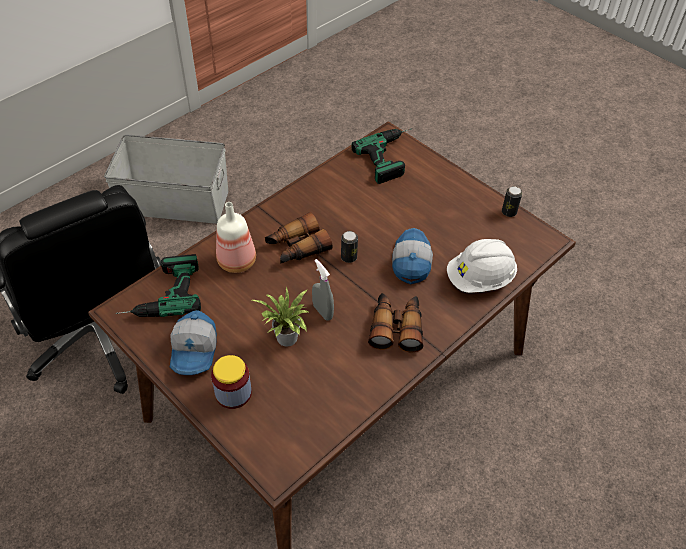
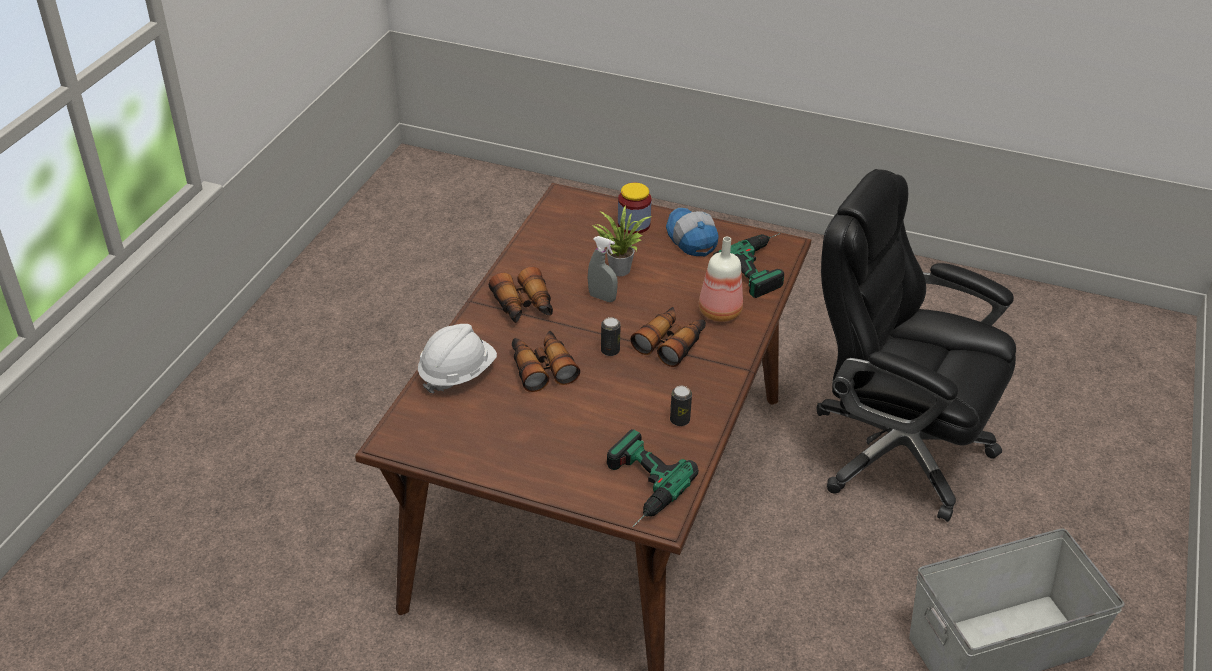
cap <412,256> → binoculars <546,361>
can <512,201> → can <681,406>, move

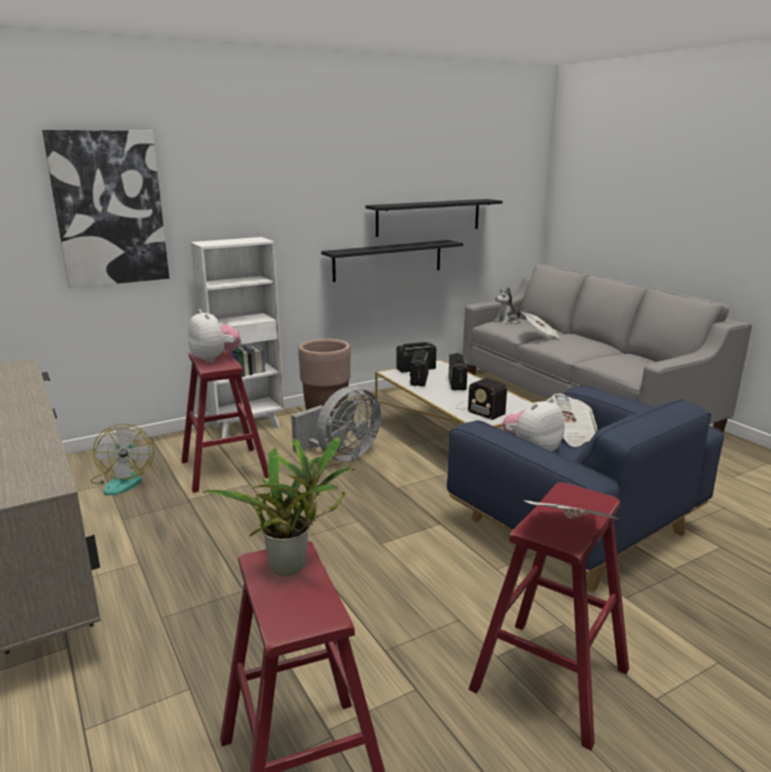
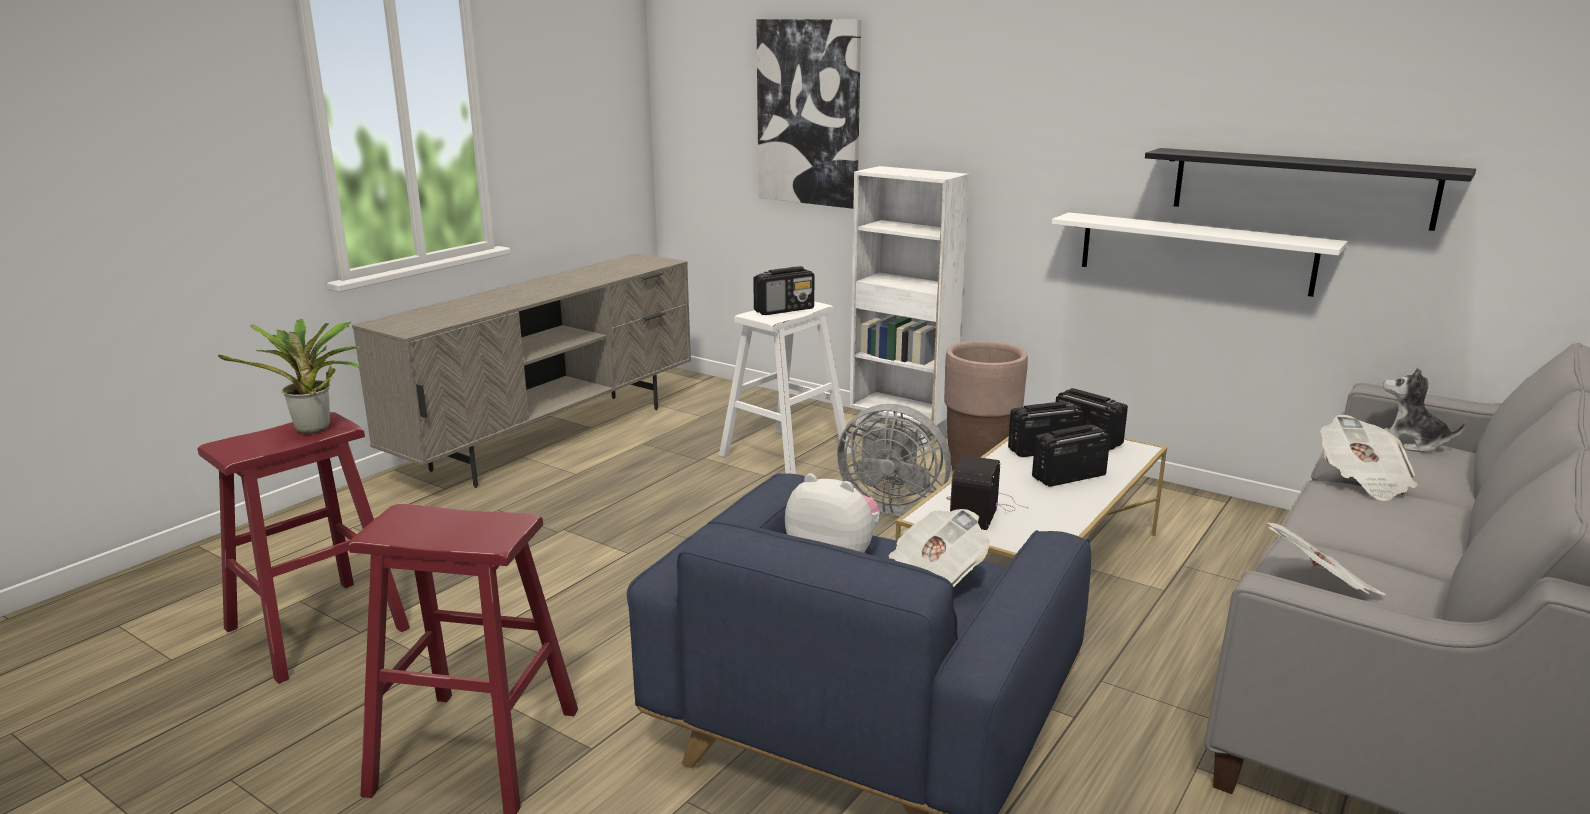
red stool <225,421> → white stool <785,387>
plush toy <214,336> → radio <783,290>
black shelf <392,261> → white shelf <1199,254>
newspaper <572,510> → newspaper <1326,558>, move
fan <122,460> → -

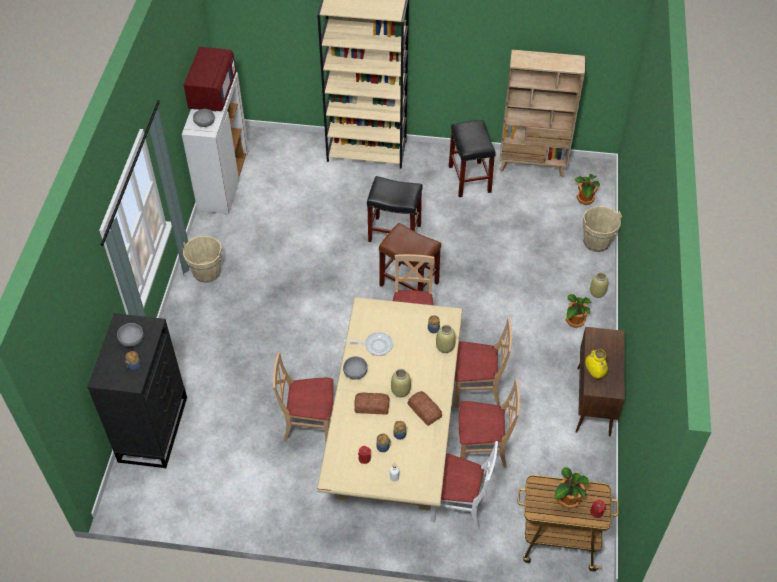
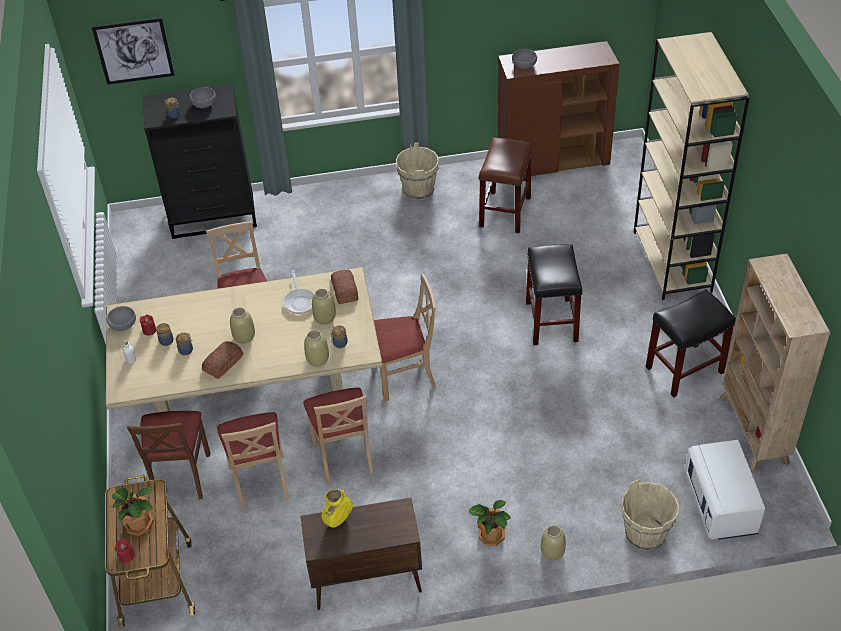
- → picture <133,51>
grey bowl <355,368> → grey bowl <121,318>, move
white chair <464,485> → brown chair <168,456>
- → beige vase <324,306>
bread <371,403> → bread <345,287>, move
brown stool <410,257> → brown stool <506,185>, move
white cabinet <215,143> → brown cabinet <559,109>
potted plant <587,189> → white microwave <725,490>
red microwave <210,79> → -

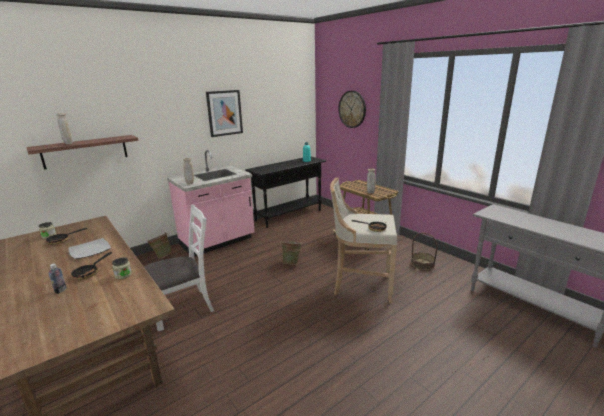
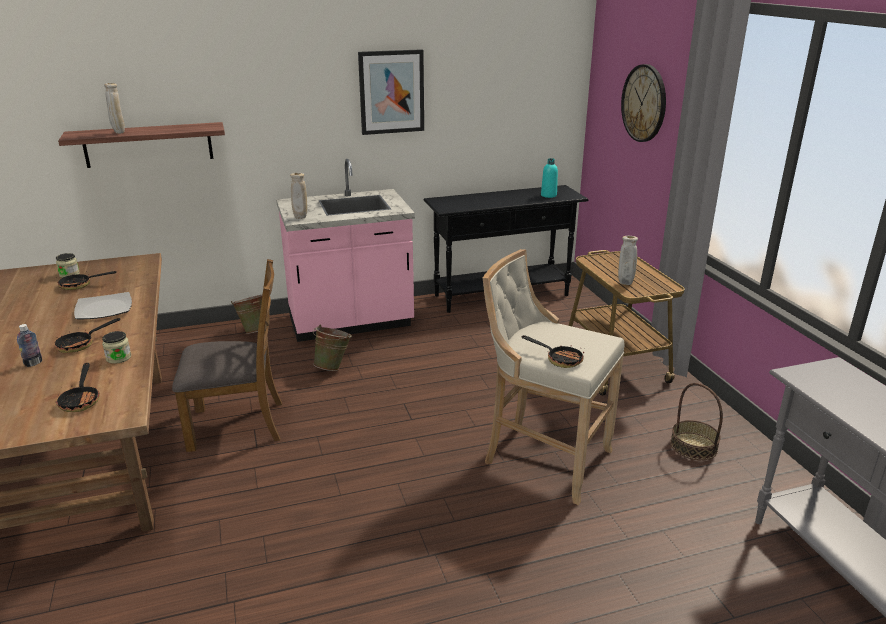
- → frying pan <78,387>
white chair <179,268> → brown chair <227,355>
green bucket <291,252> → green bucket <332,348>, move

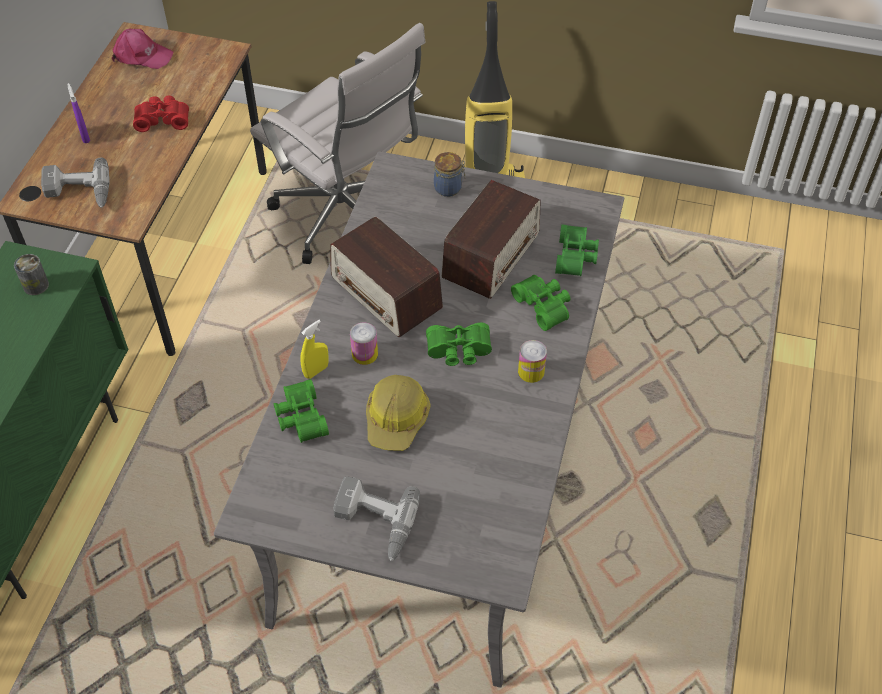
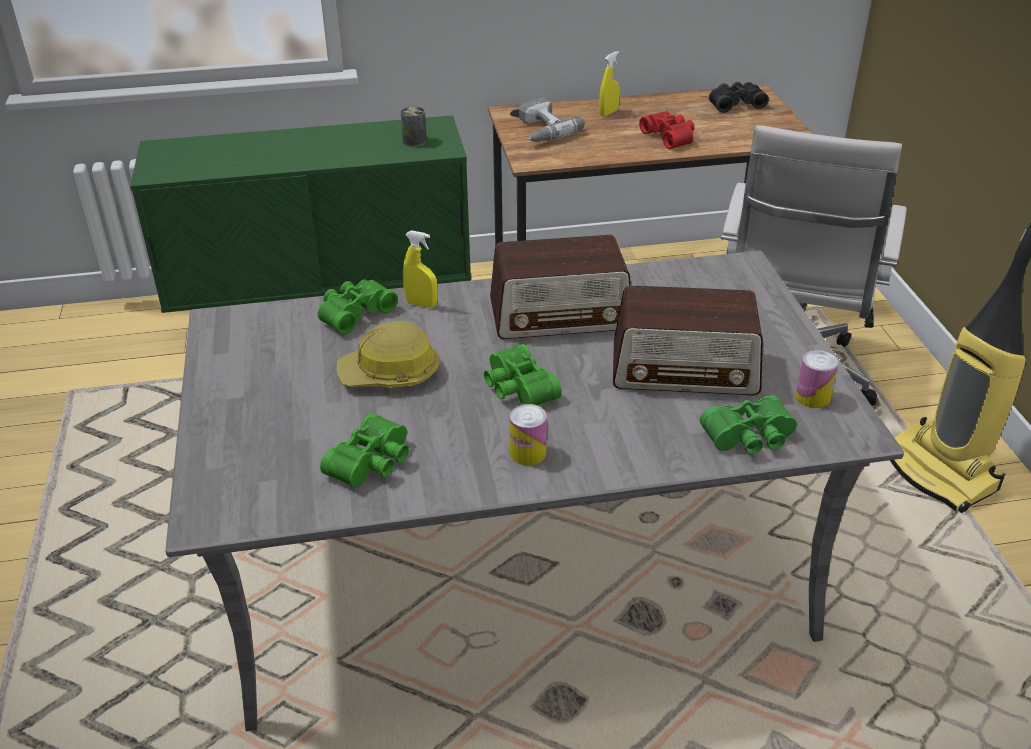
green binoculars <540,303> → green binoculars <364,450>, move
radio <386,277> → radio <560,287>, 120 degrees counterclockwise
purple spray bottle <78,113> → yellow spray bottle <609,83>
pink cap <143,49> → black binoculars <739,97>
can <364,344> → can <817,379>, move
power drill <376,518> → -
jar <449,174> → -

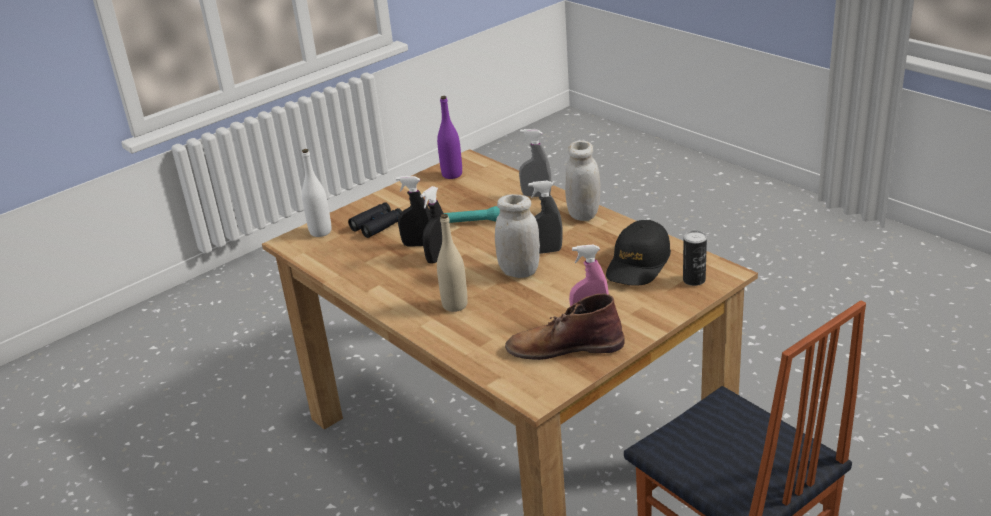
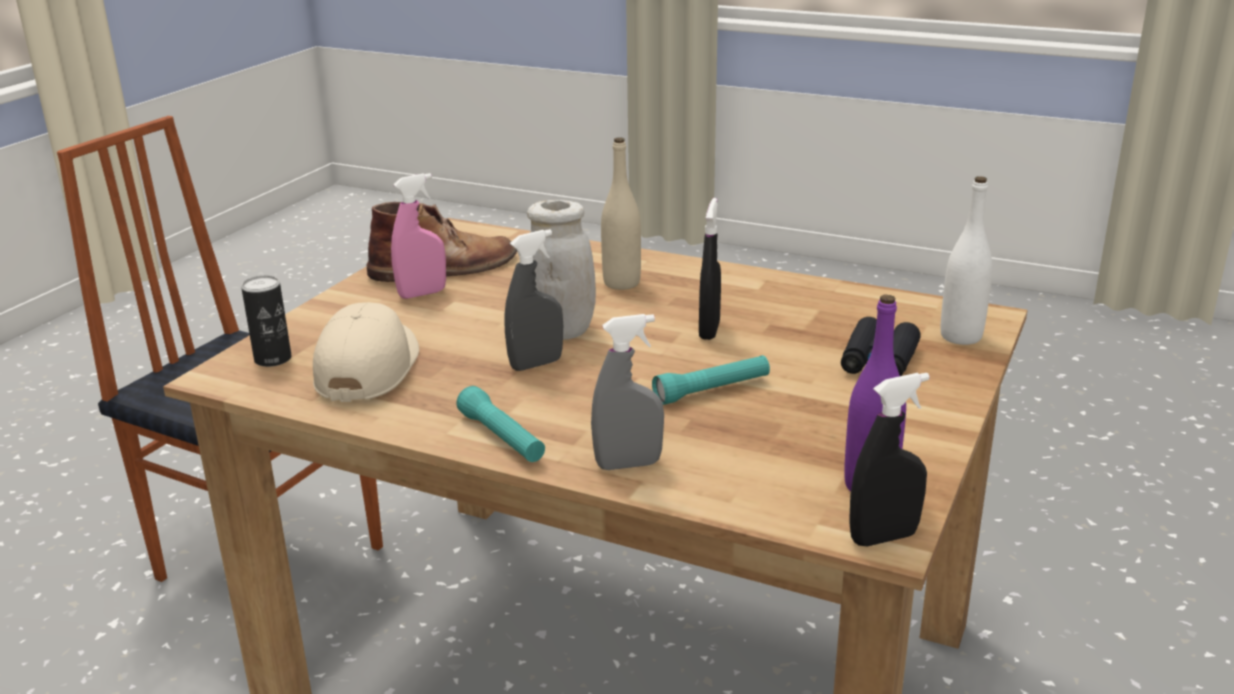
black cap <638,253> → beige cap <366,352>
white jar <582,181> → turquoise flashlight <500,424>
black spray bottle <413,211> → black spray bottle <889,460>, move

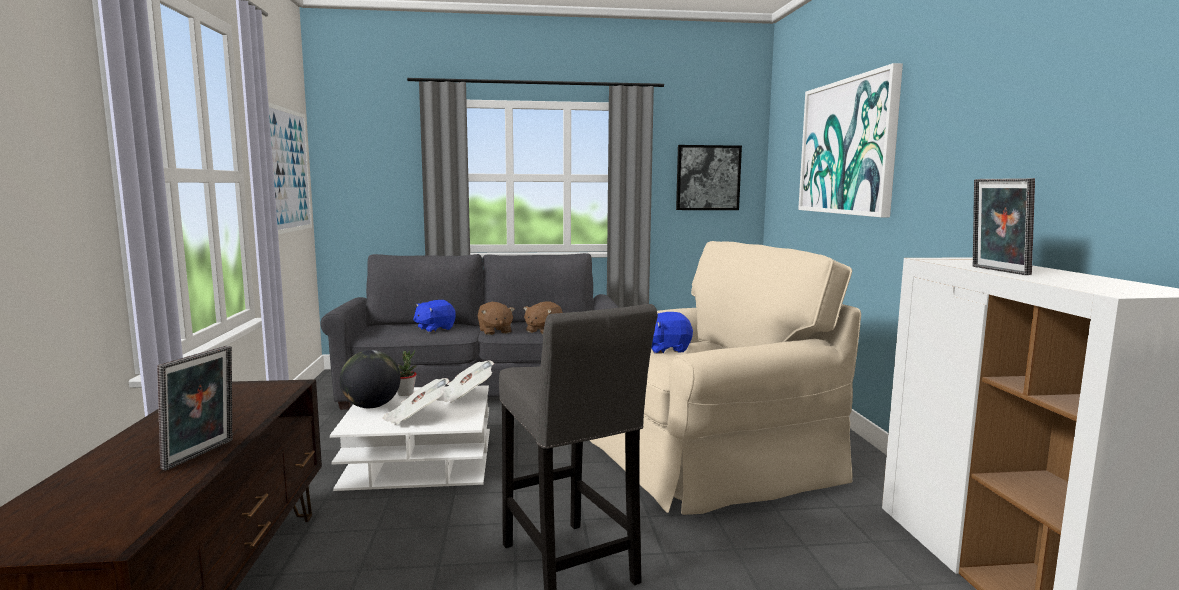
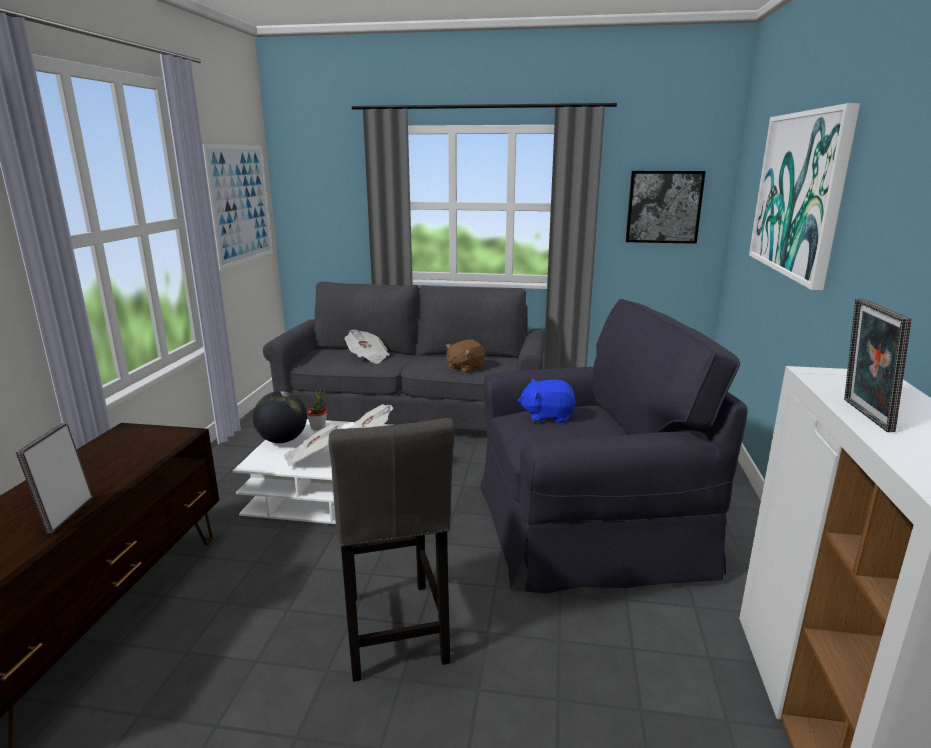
picture frame <194,408> → picture frame <54,478>, 150 degrees clockwise
blue plush toy <434,316> → newspaper <367,347>
beige armchair <725,378> → black armchair <614,446>
brown plush toy <496,318> → -

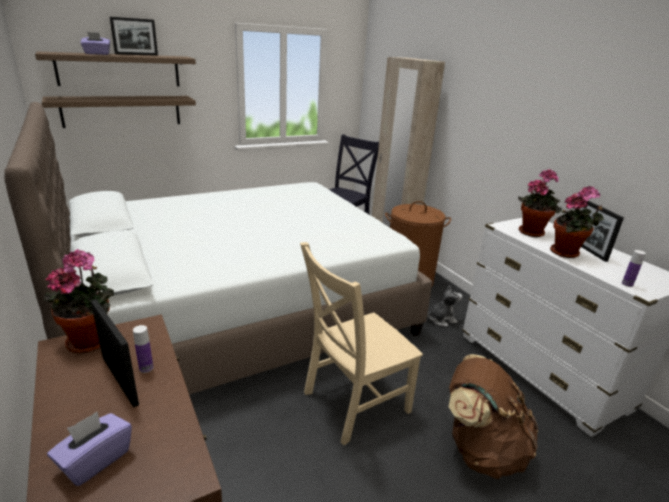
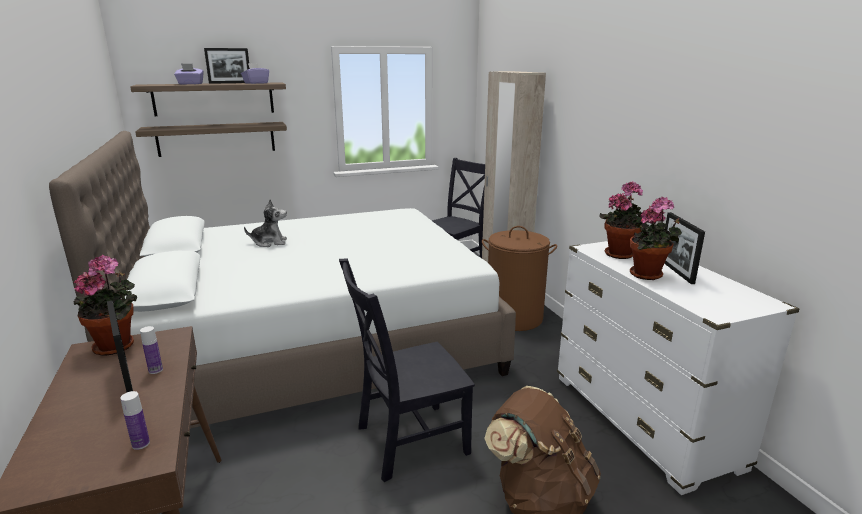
bottle <634,268> → bottle <135,420>, move
purple tissue box <89,449> → purple tissue box <255,73>, move
plush toy <445,306> → plush toy <265,223>, move
beige chair <361,344> → black chair <407,370>

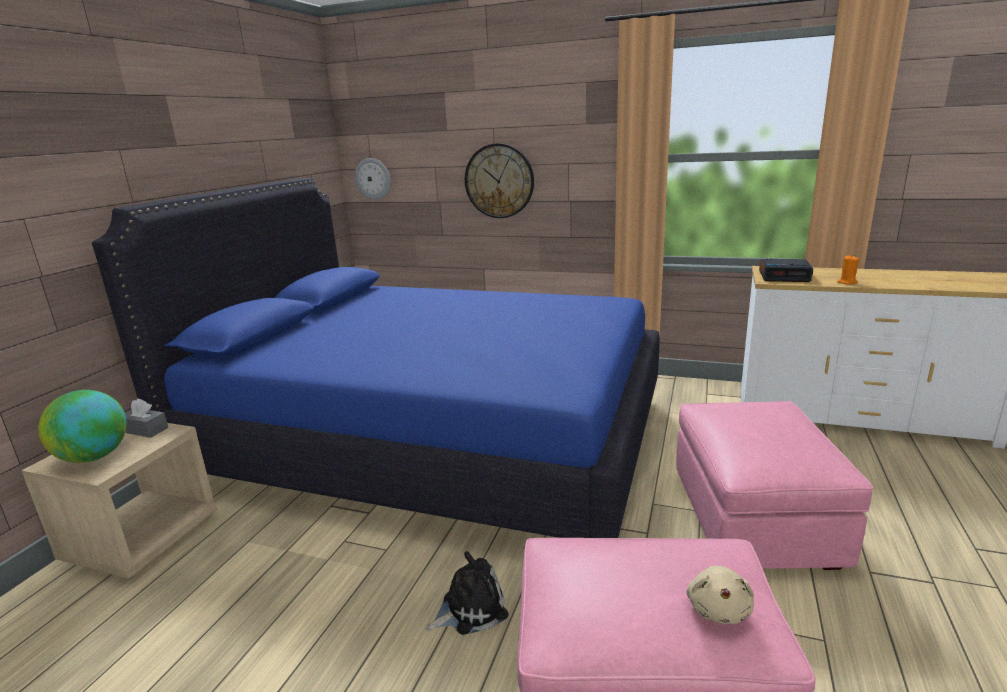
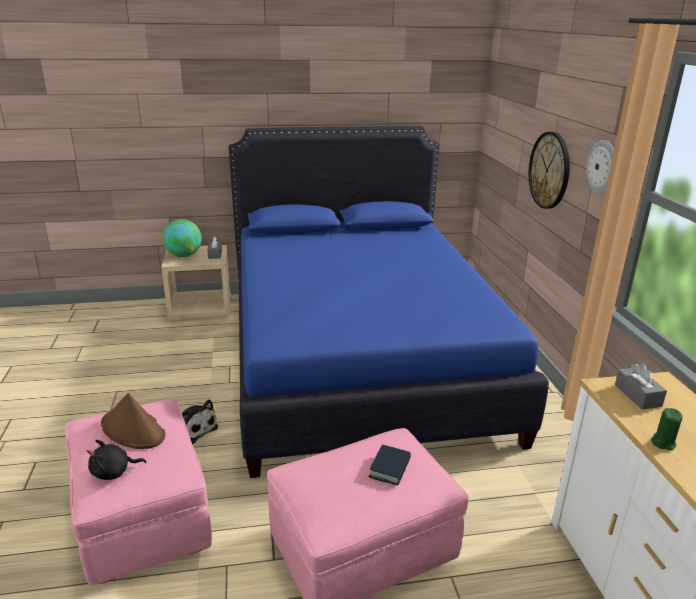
beige plush toy <720,595> → black plush toy <117,460>
- → brown hat <133,421>
- → book <390,465>
wall clock <373,179> → wall clock <600,167>, move
alarm clock <786,270> → grey tissue box <641,386>
orange candle <848,269> → green candle <667,429>

